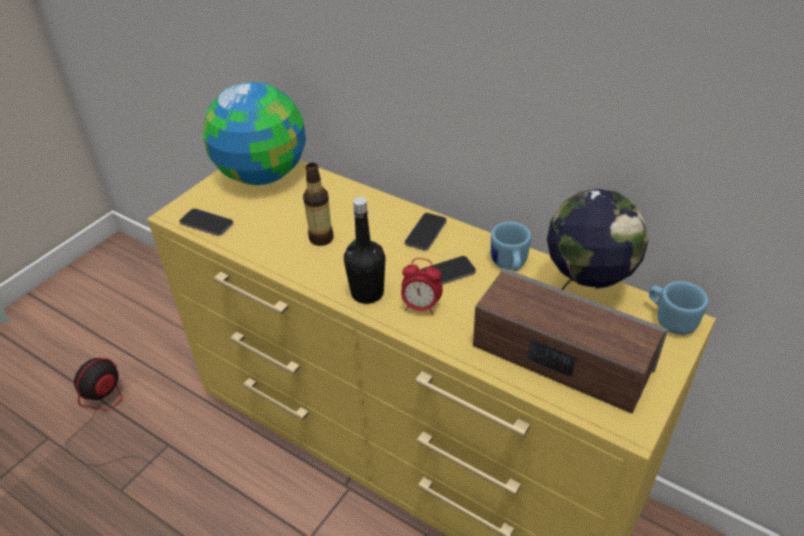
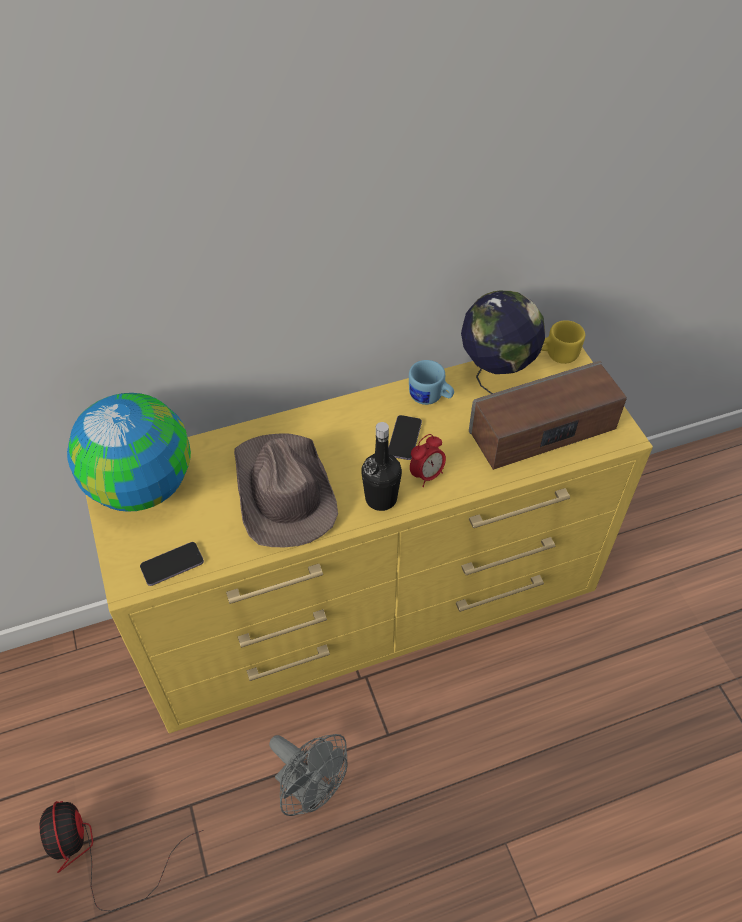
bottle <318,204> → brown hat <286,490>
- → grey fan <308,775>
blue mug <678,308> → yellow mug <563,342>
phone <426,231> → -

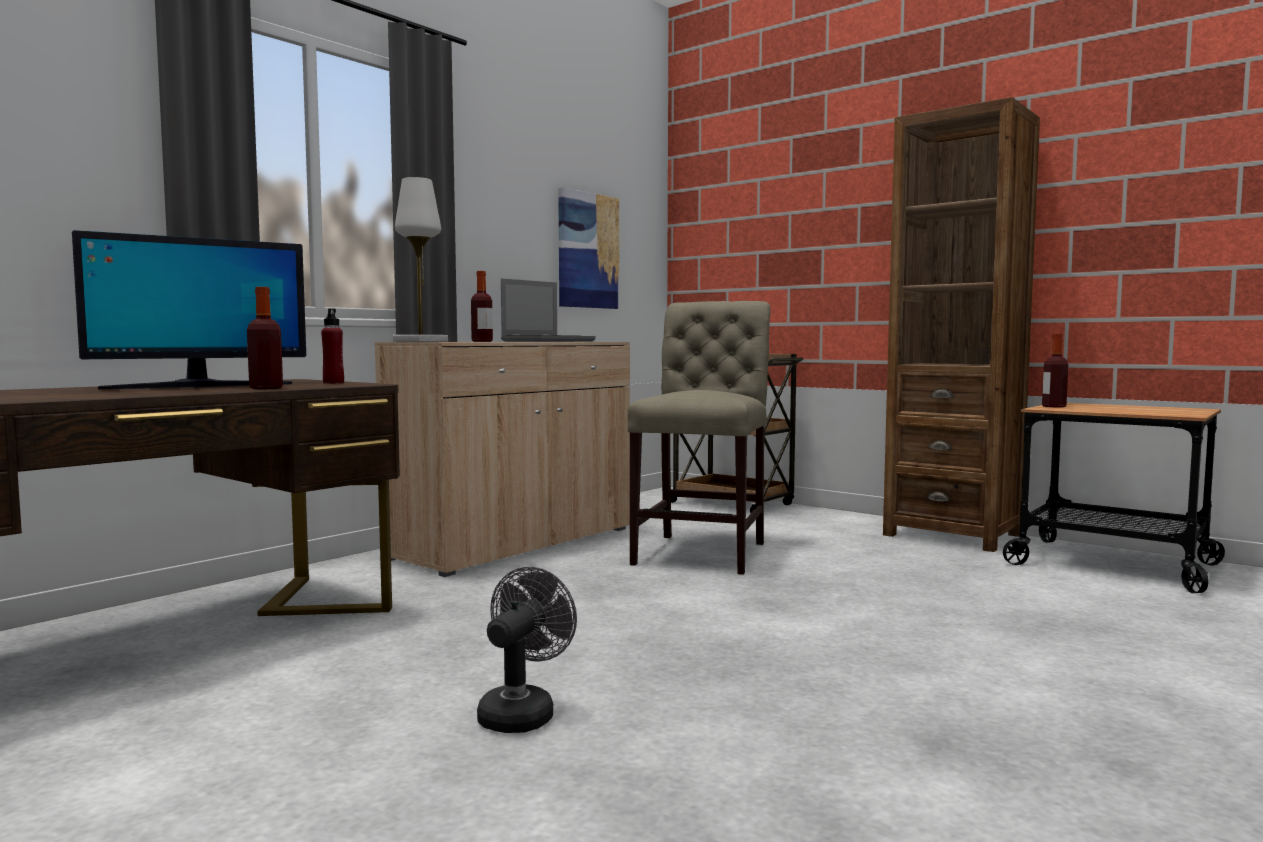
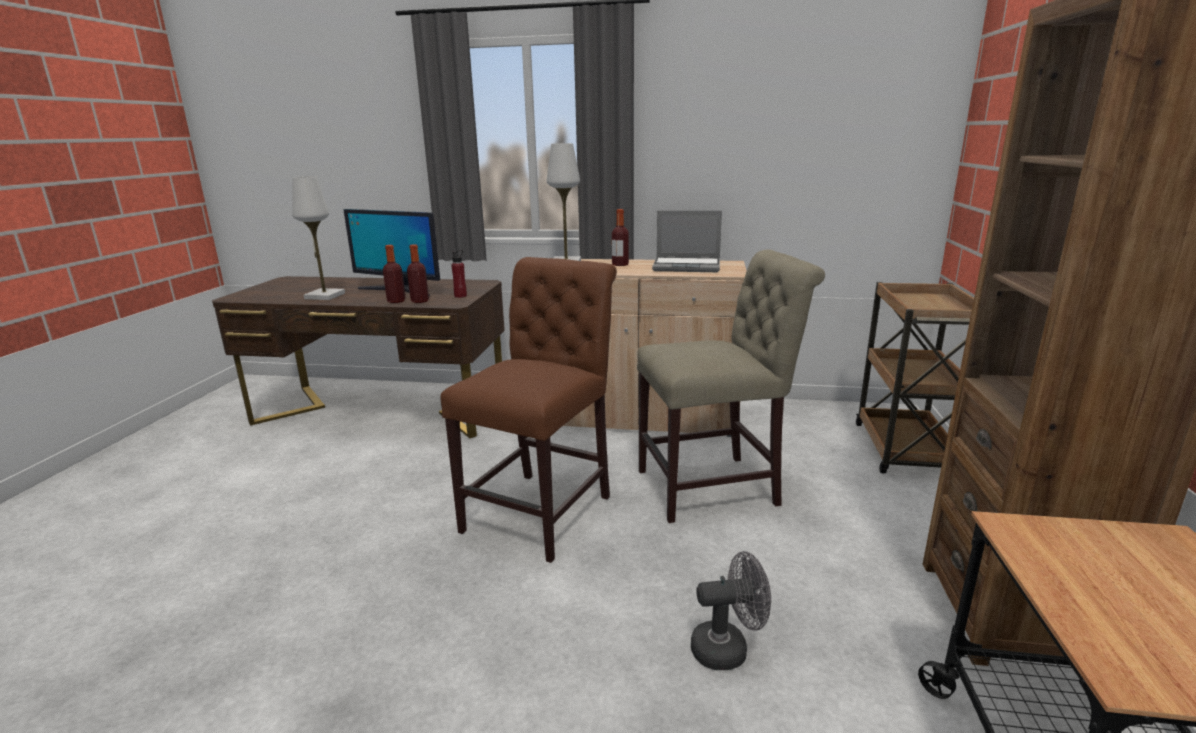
- → white table lamp <318,238>
bottle <1055,370> → bottle <418,273>, move
- → brown chair <528,410>
grey fan <527,650> → grey fan <731,610>, move
picture <588,248> → -

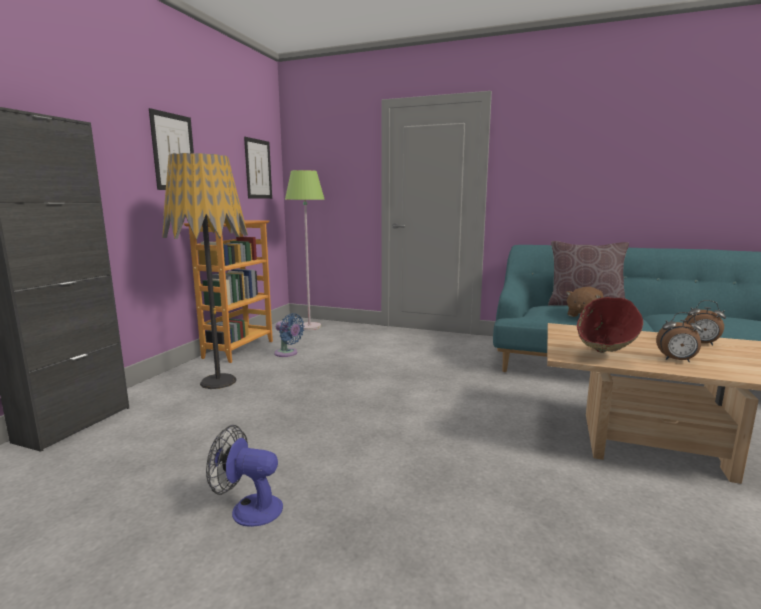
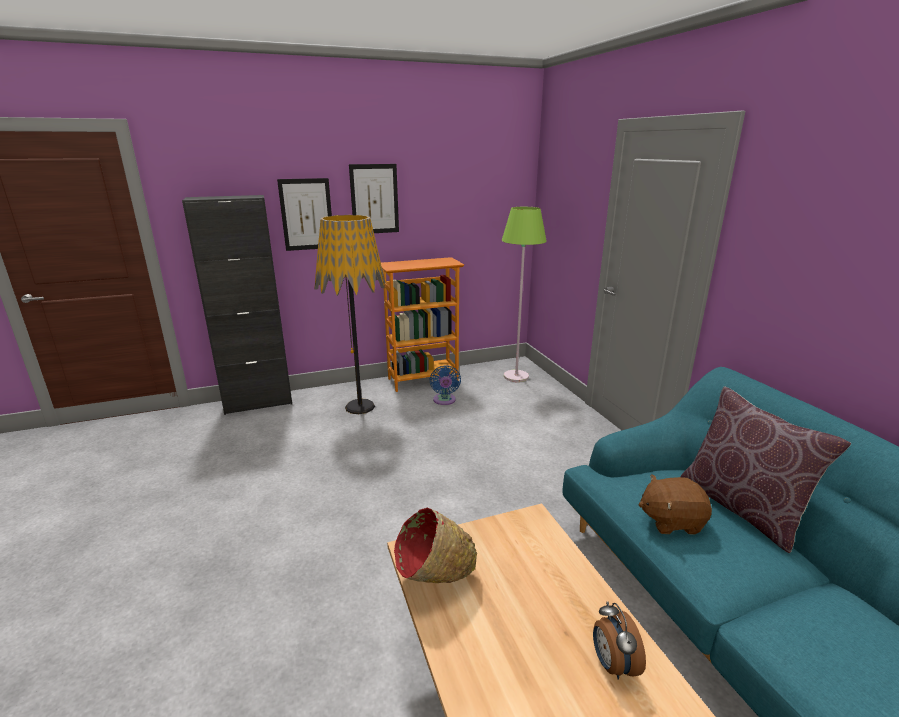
picture <258,168> → picture <304,214>, move
fan <244,476> → -
alarm clock <679,337> → -

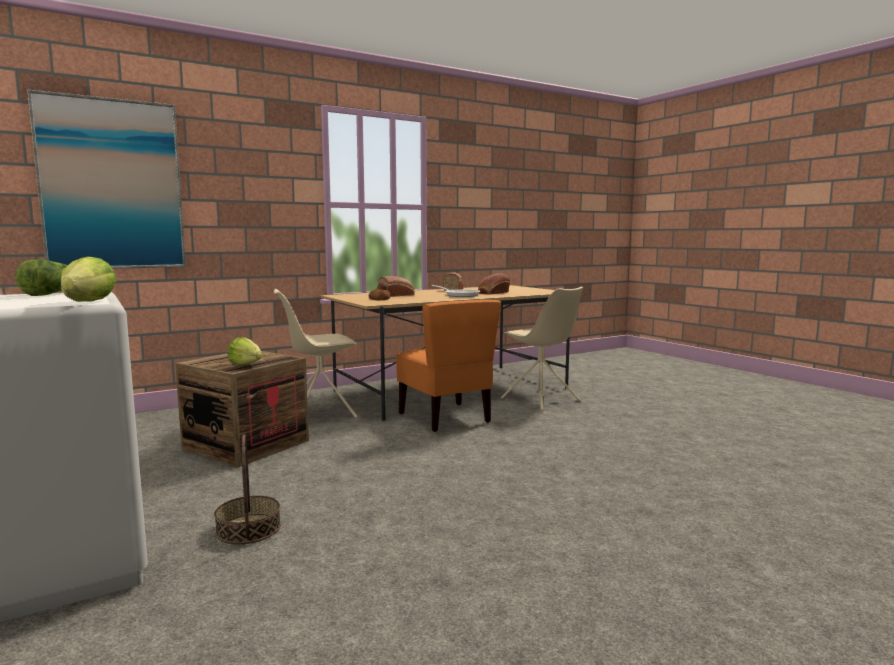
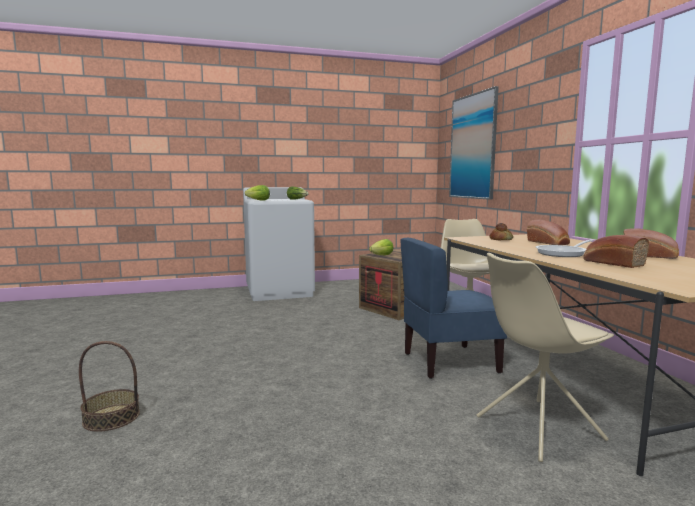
basket <247,489> → basket <109,386>, move
orange chair <449,366> → blue chair <453,308>

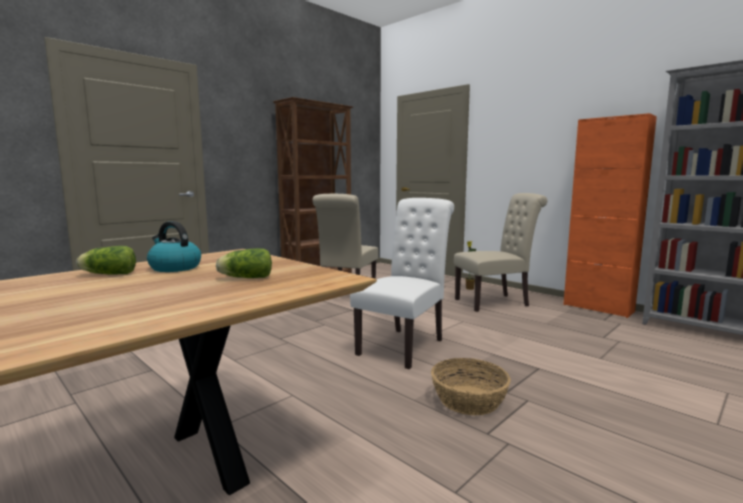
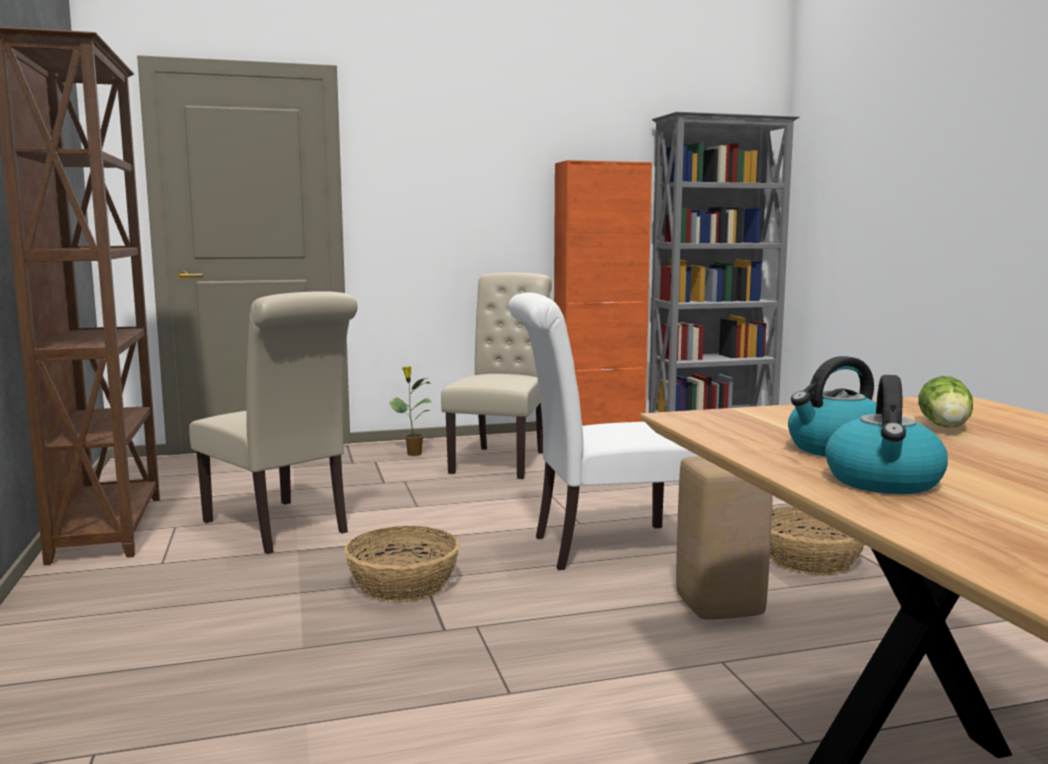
- → basket <402,564>
white chair <402,283> → white chair <603,431>, 75 degrees counterclockwise
- → beige stool <724,538>
lettuce <106,260> → kettle <886,434>

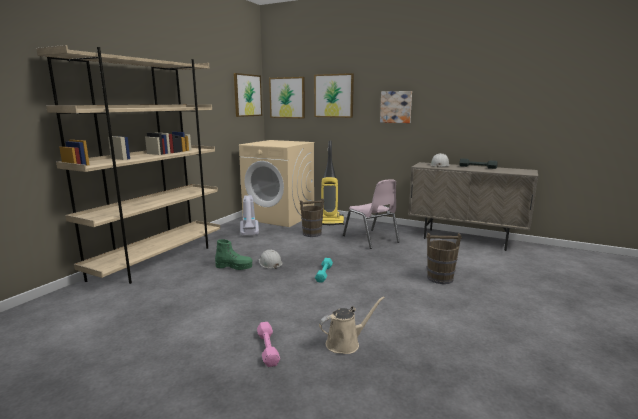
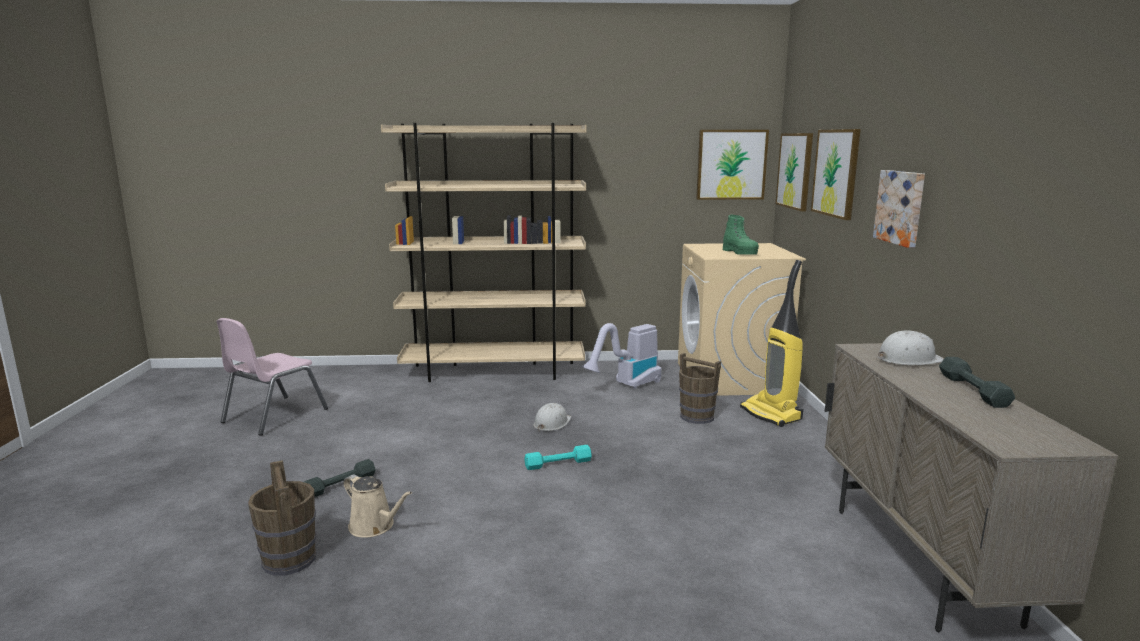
pink chair <371,214> → pink chair <272,376>, move
brown bucket <444,258> → brown bucket <282,518>, move
pink dumbbell <268,344> → grey dumbbell <340,478>
green boot <234,254> → green boot <741,234>, move

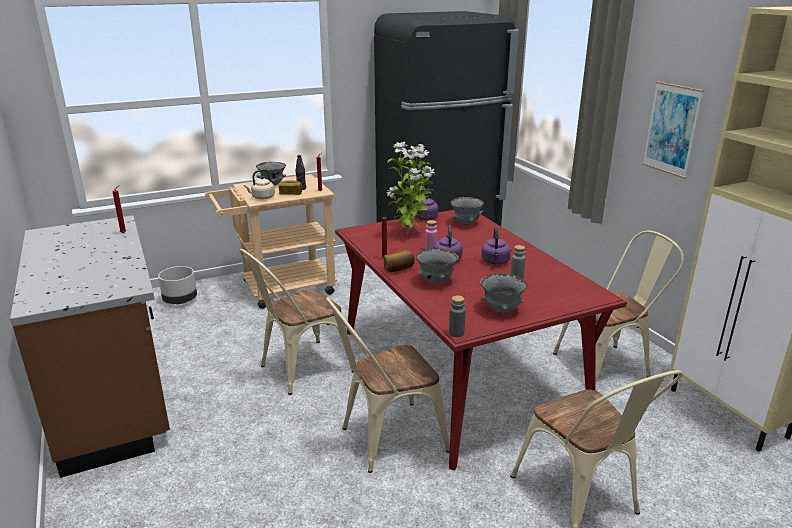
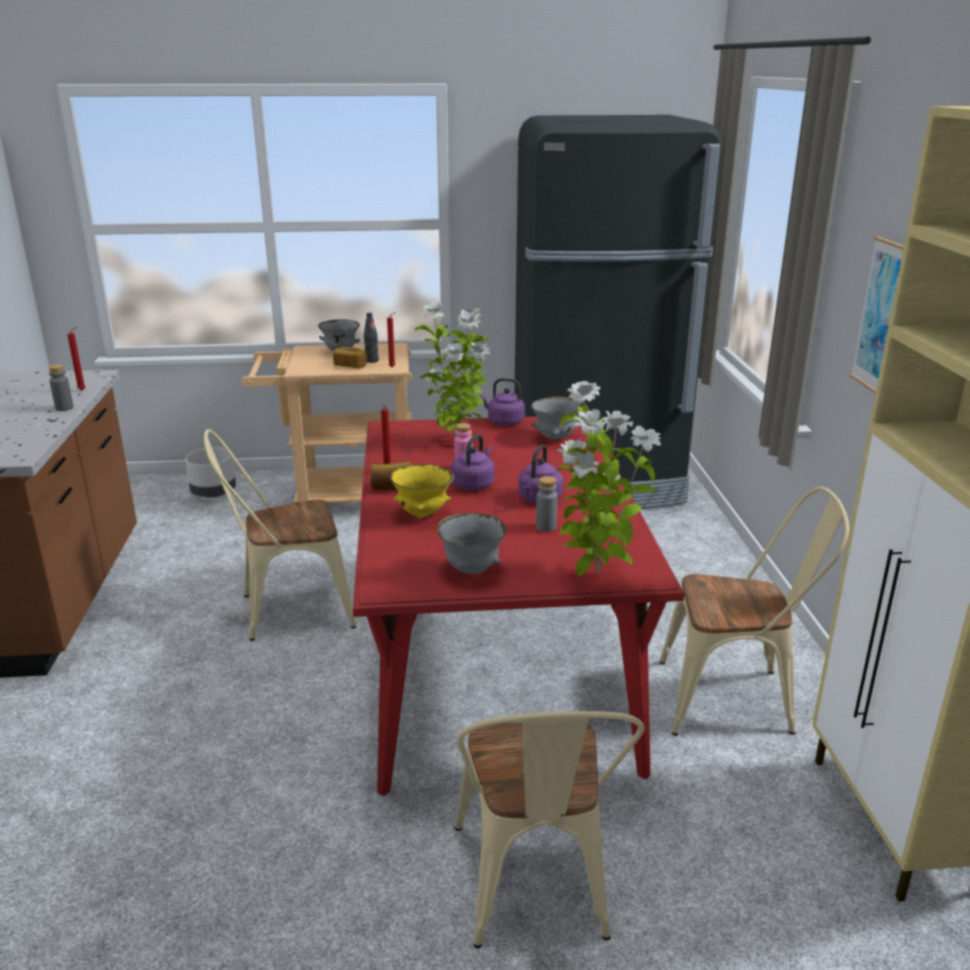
grey bottle <457,316> → grey bottle <61,387>, move
grey bowl <437,267> → yellow bowl <422,490>
- → potted plant <609,478>
beige kettle <259,184> → -
beige chair <388,385> → -

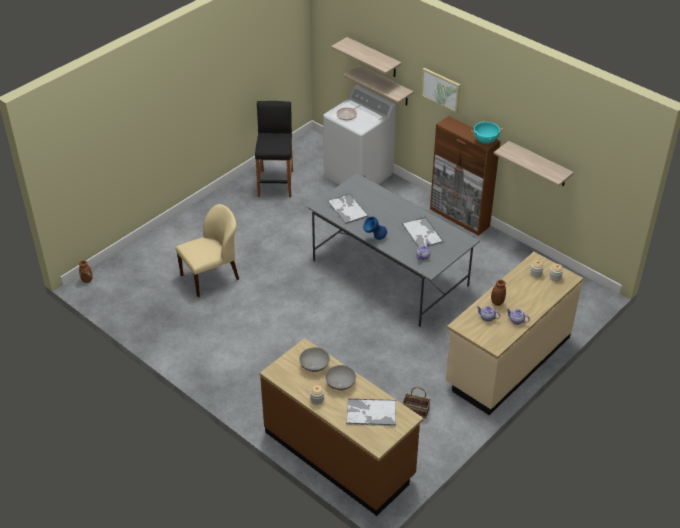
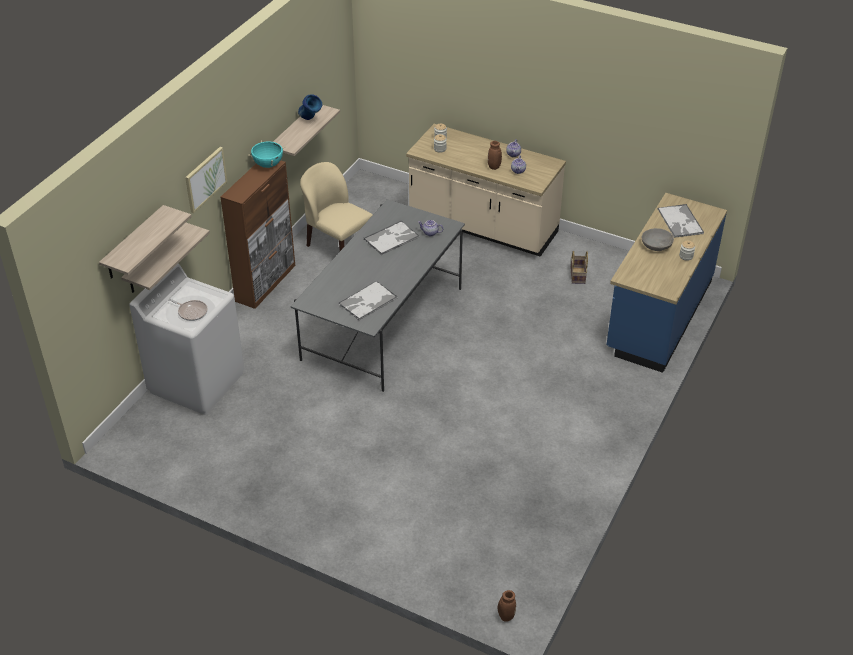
blue vase <375,228> → blue vase <310,107>, move
beige chair <207,250> → beige chair <336,206>, move
brown counter <341,427> → blue counter <666,283>
black stool <274,149> → -
grey bowl <314,359> → -

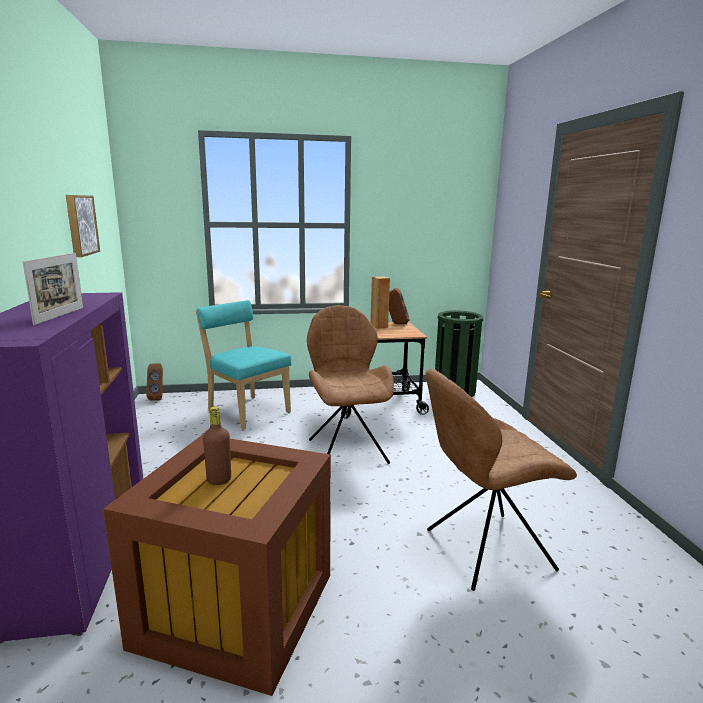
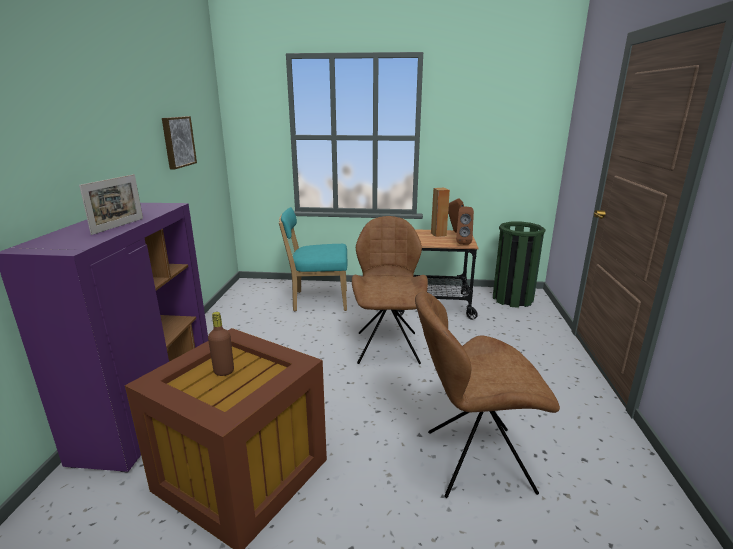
turquoise chair <244,365> → turquoise chair <313,259>, 60 degrees counterclockwise
brown speaker <154,382> → brown speaker <465,226>, move

